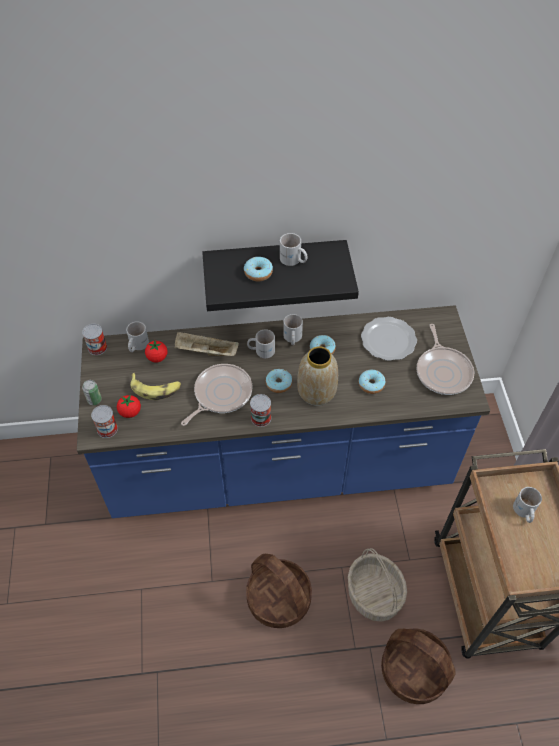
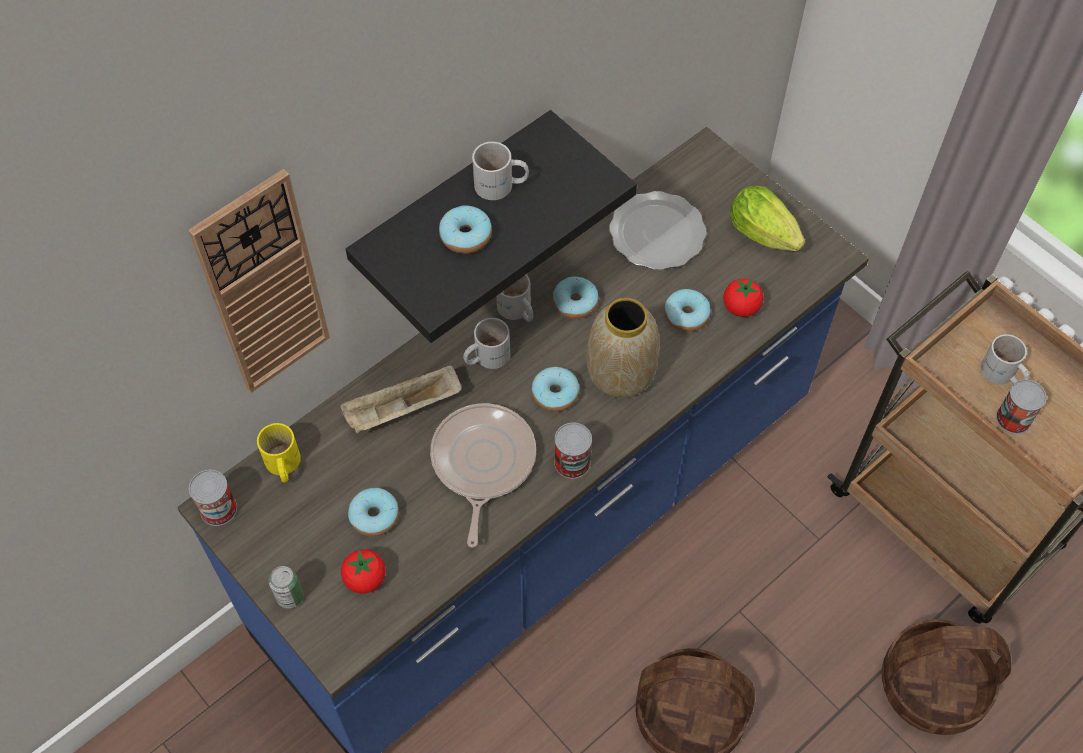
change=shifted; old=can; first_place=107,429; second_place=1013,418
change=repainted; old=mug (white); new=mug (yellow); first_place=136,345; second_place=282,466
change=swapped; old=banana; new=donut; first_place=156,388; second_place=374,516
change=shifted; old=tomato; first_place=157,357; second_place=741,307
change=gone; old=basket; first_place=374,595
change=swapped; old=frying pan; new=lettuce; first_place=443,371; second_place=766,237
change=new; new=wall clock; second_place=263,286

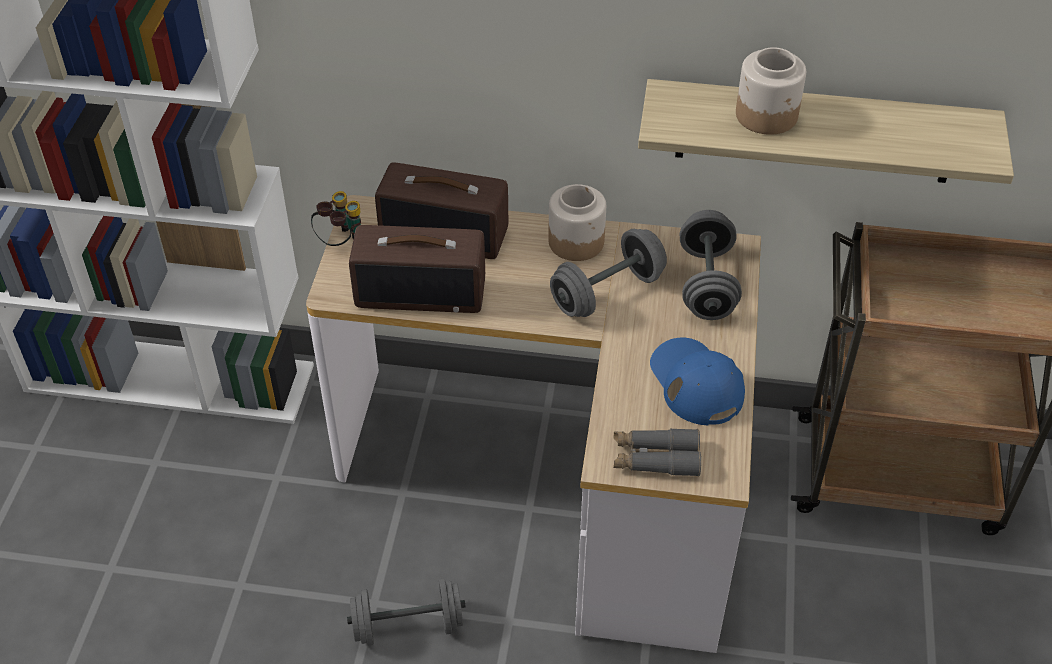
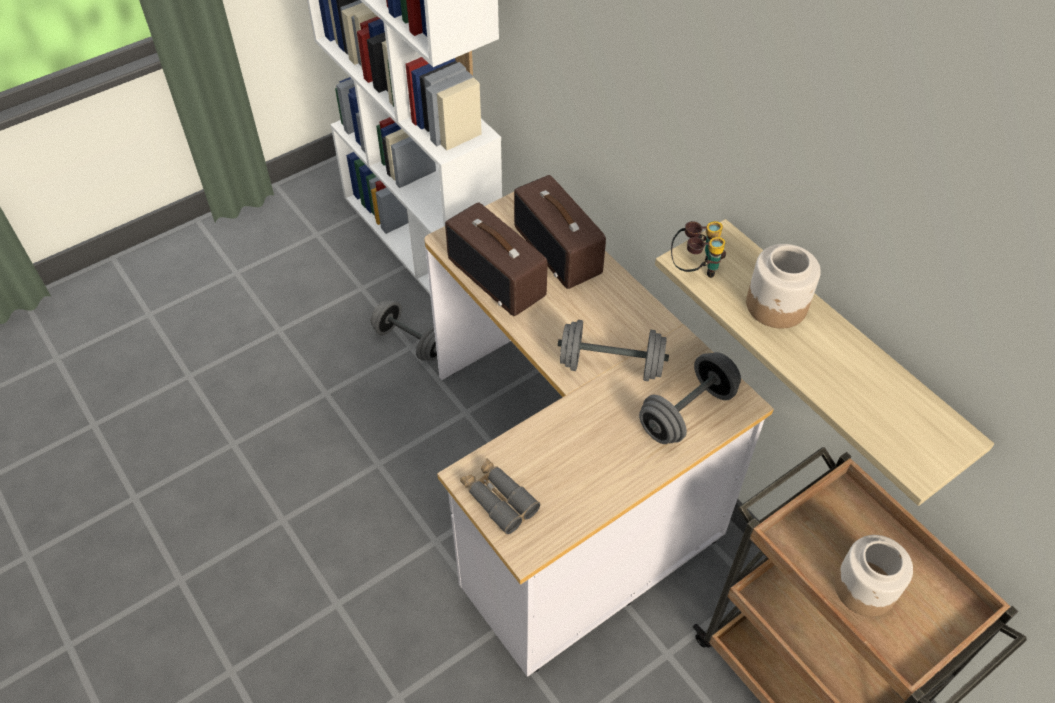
change=shifted; old=binoculars; first_place=340,241; second_place=695,268
change=shifted; old=dumbbell (grey); first_place=408,626; second_place=410,342
change=shifted; old=jar; first_place=576,241; second_place=865,588
change=gone; old=cap (blue); first_place=696,383

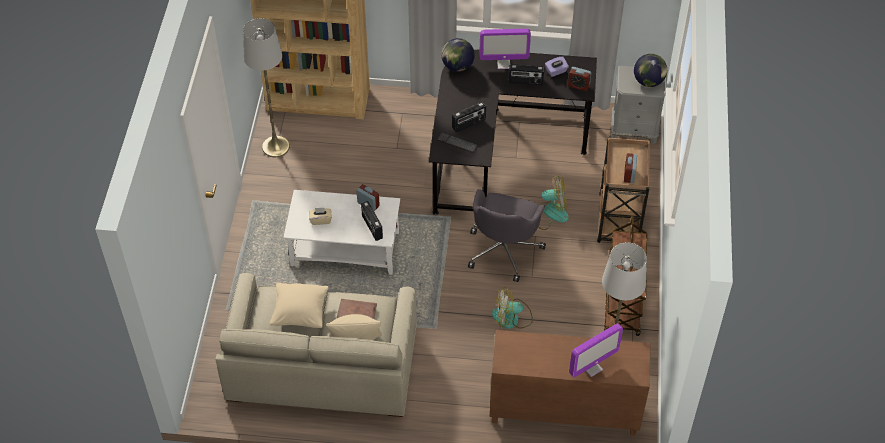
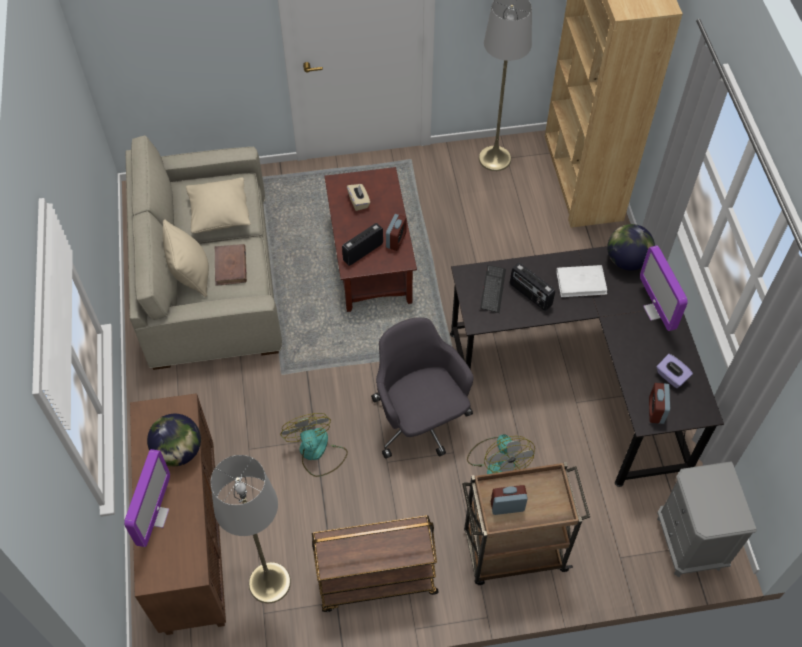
change=repainted; old=coffee table (white); new=coffee table (brown); first_place=344,249; second_place=370,257
change=rotated; old=office chair (grey); first_place=504,249; second_place=420,421; degrees=60
change=gone; old=radio; first_place=525,82
change=rotated; old=monitor; first_place=591,367; second_place=155,516; degrees=-120
change=shifted; old=globe; first_place=648,81; second_place=178,451
change=new; new=book (white); second_place=581,282

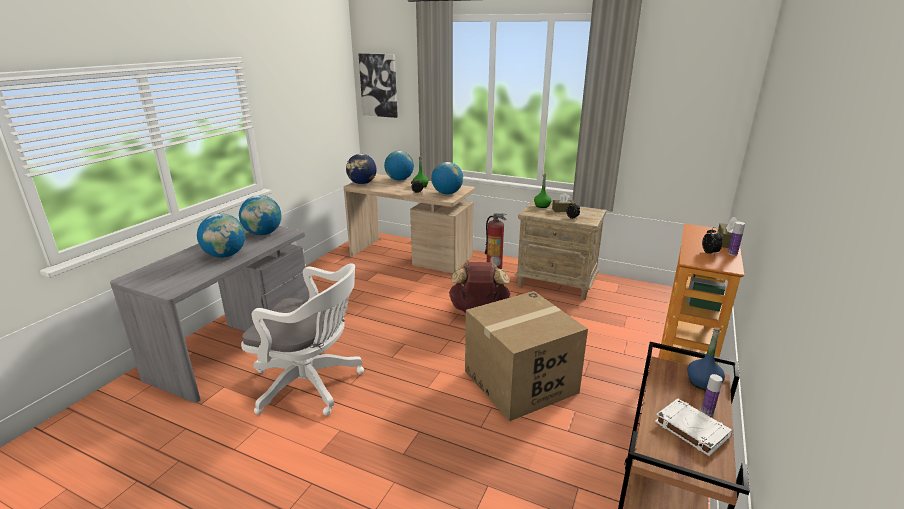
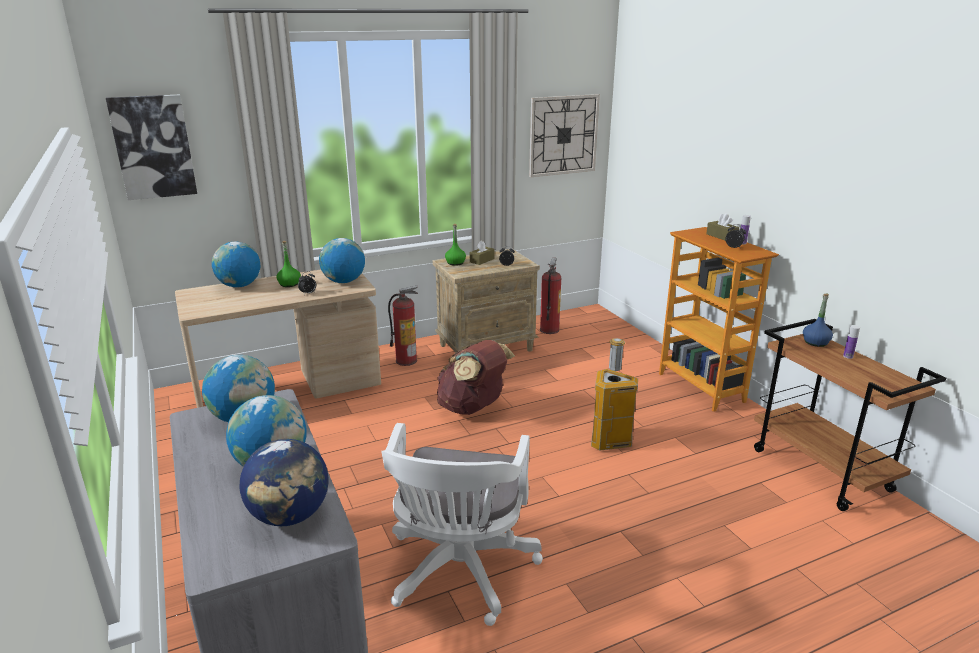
change=rotated; old=office chair (white); first_place=312,384; second_place=459,573; degrees=135
change=shifted; old=globe; first_place=362,183; second_place=290,516
change=swapped; old=cardboard box; new=trash can; first_place=520,382; second_place=610,442
change=gone; old=book (white); first_place=690,429
change=new; new=wall clock; second_place=563,135
change=new; new=fire extinguisher; second_place=549,329

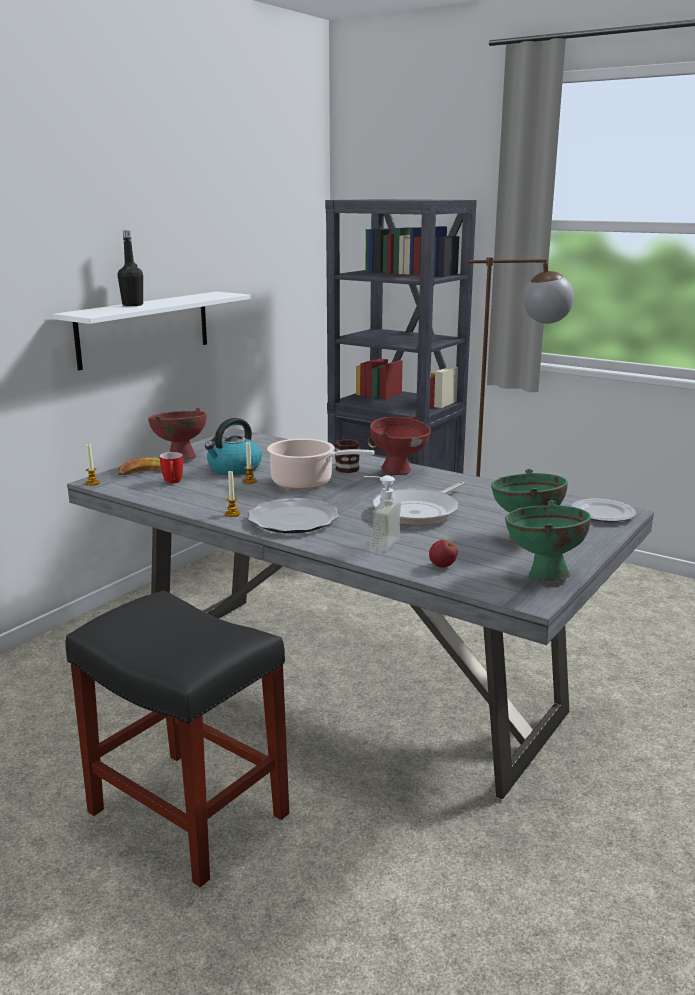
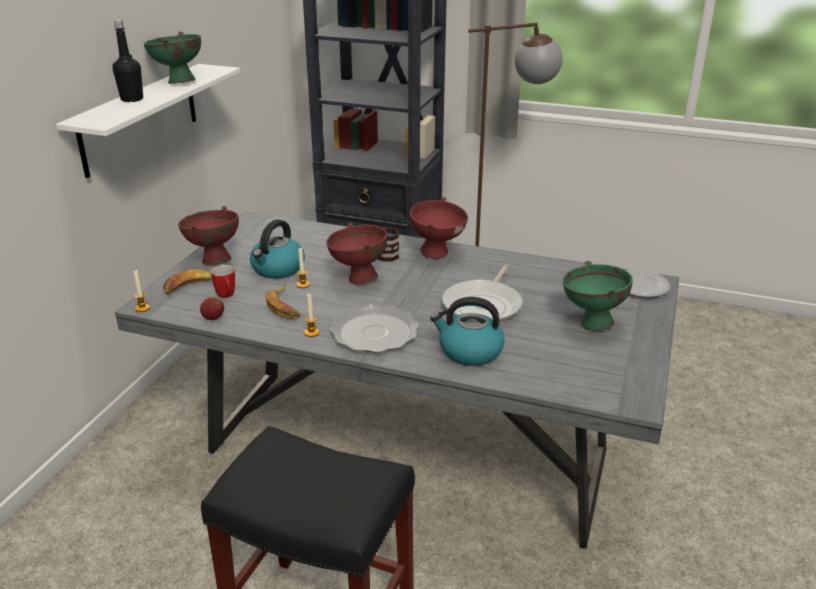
change=swapped; old=cooking pot; new=bowl (red); first_place=306,482; second_place=359,279
change=swapped; old=soap dispenser; new=kettle; first_place=378,542; second_place=469,351
change=shifted; old=apple; first_place=442,566; second_place=213,318
change=shifted; old=bowl (green); first_place=543,576; second_place=178,82
change=new; new=banana; second_place=284,306

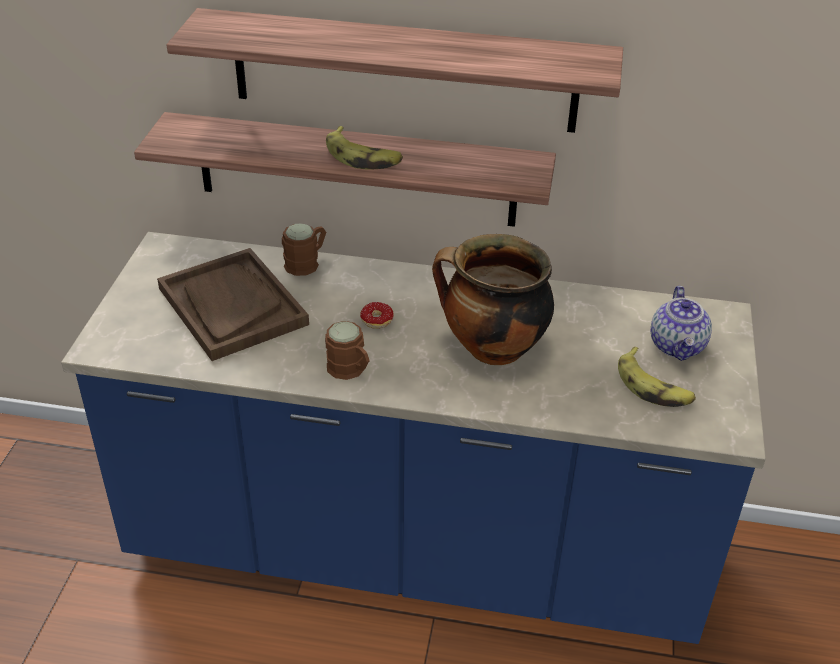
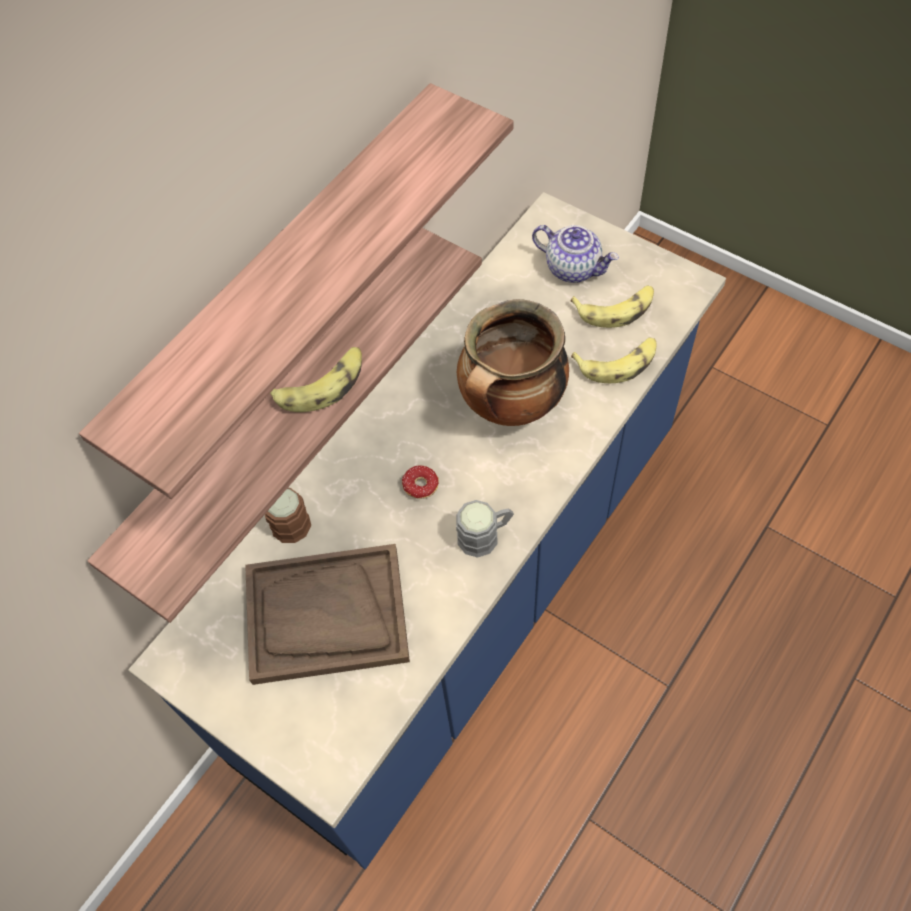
change=repainted; old=mug (brown); new=mug (grey); first_place=350,370; second_place=485,535
change=new; new=banana; second_place=618,363

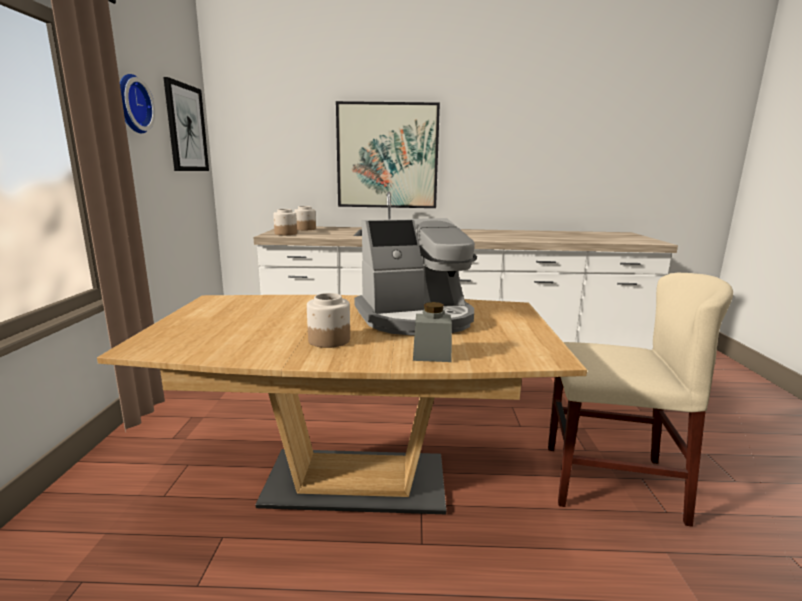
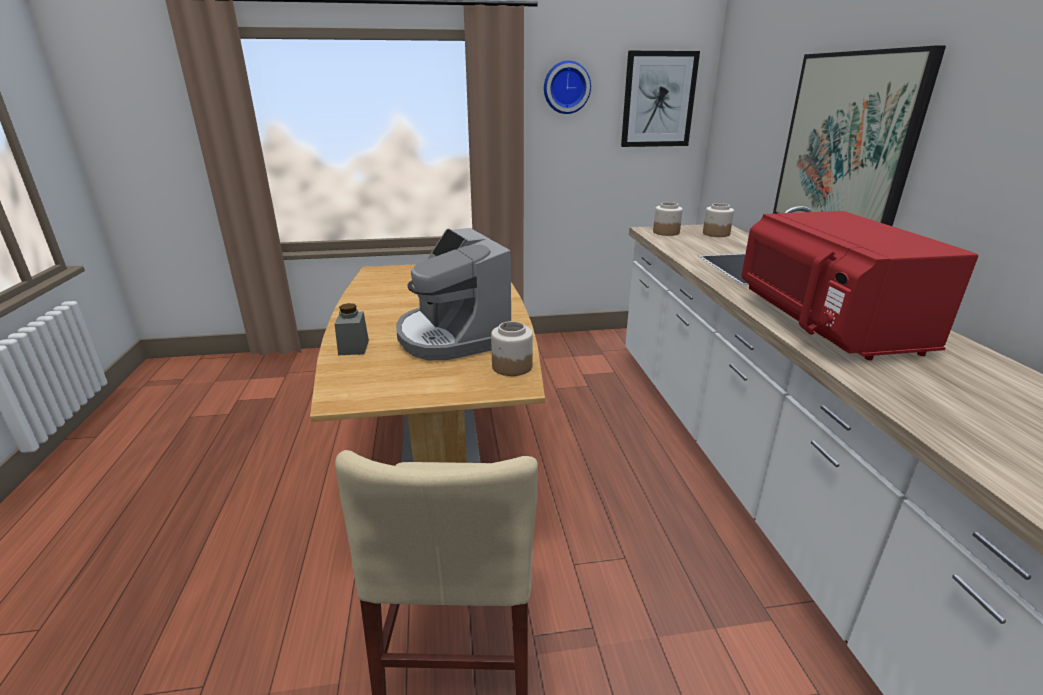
change=shifted; old=jar; first_place=328,340; second_place=511,366
change=new; new=microwave (red); second_place=826,325

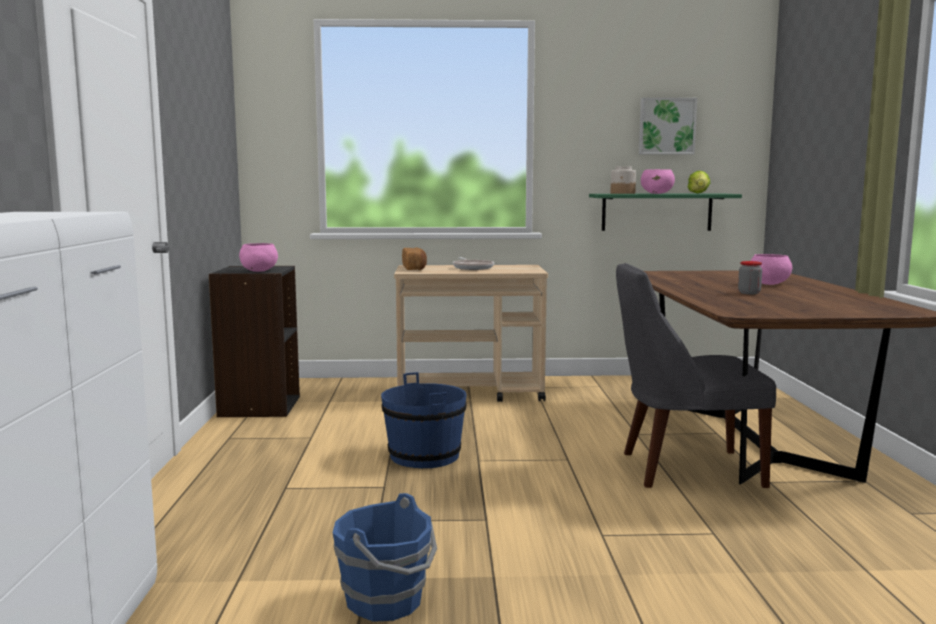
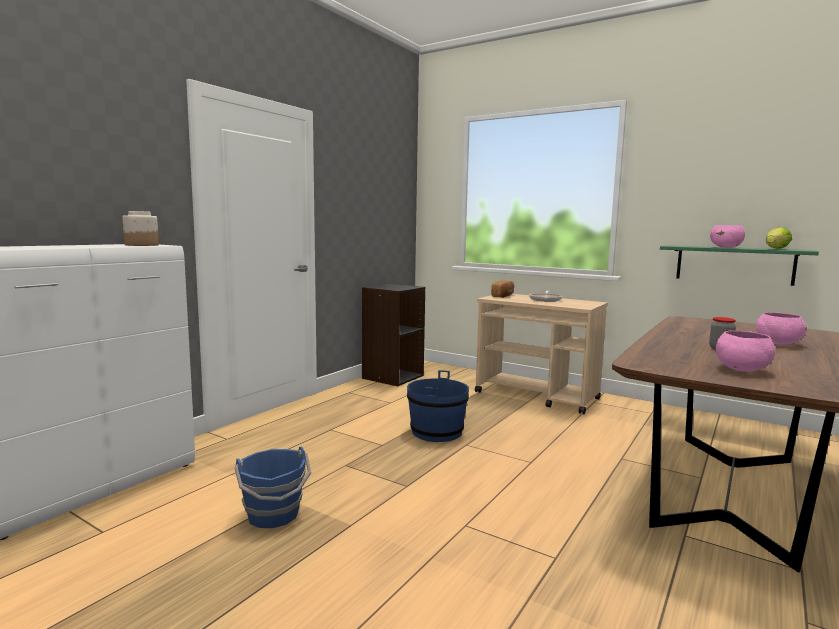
change=shifted; old=bowl (pink); first_place=258,271; second_place=741,369
change=shifted; old=jar; first_place=623,193; second_place=141,245
change=gone; old=chair (grey); first_place=684,469
change=gone; old=picture; first_place=666,126

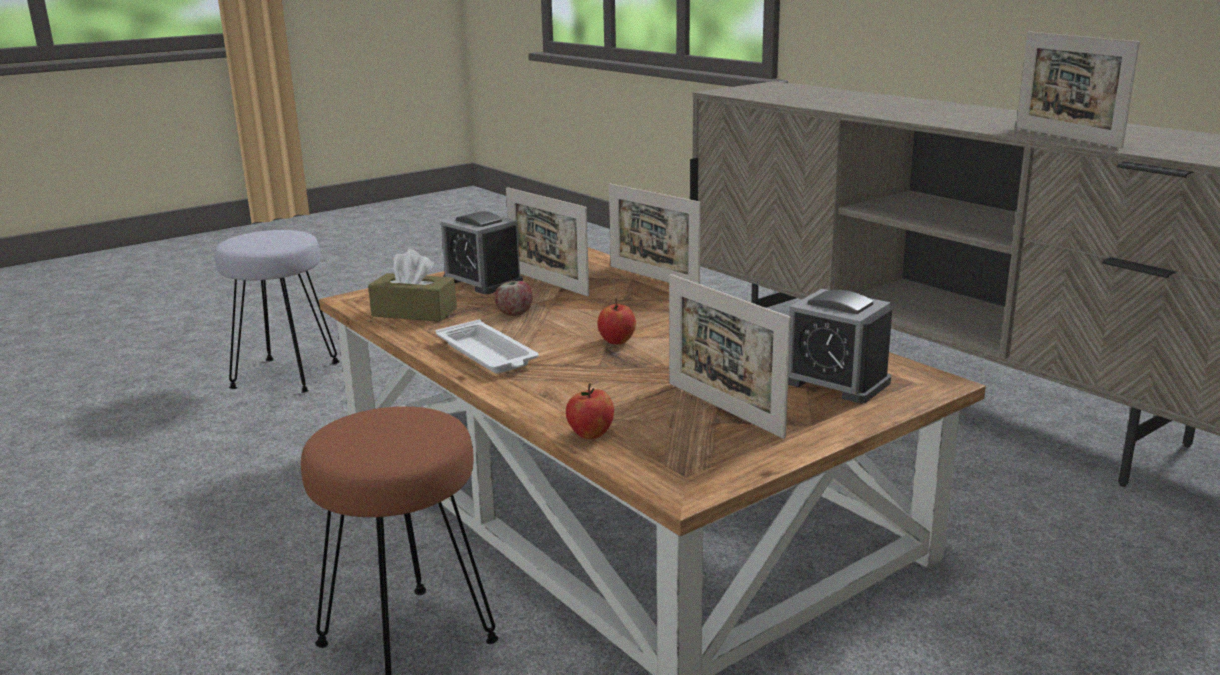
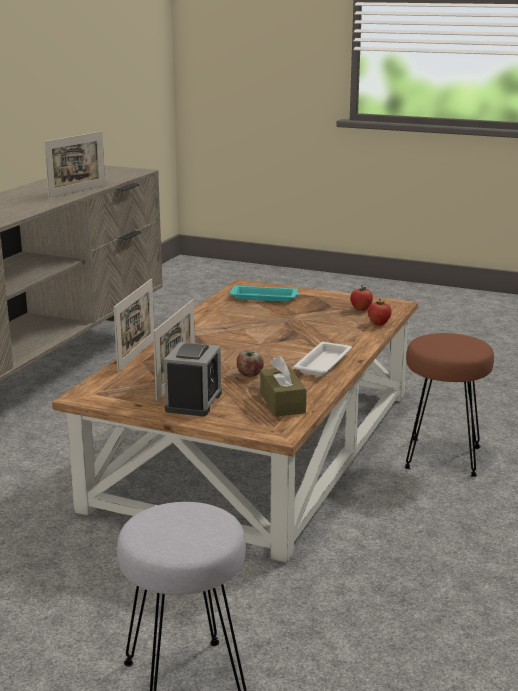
change=shifted; old=apple; first_place=617,341; second_place=361,309
change=gone; old=picture frame; first_place=724,409
change=swapped; old=alarm clock; new=tray (turquoise); first_place=835,382; second_place=265,297

